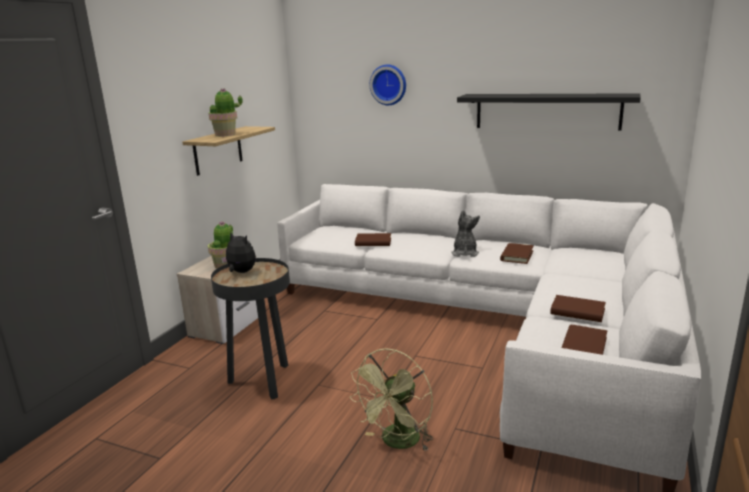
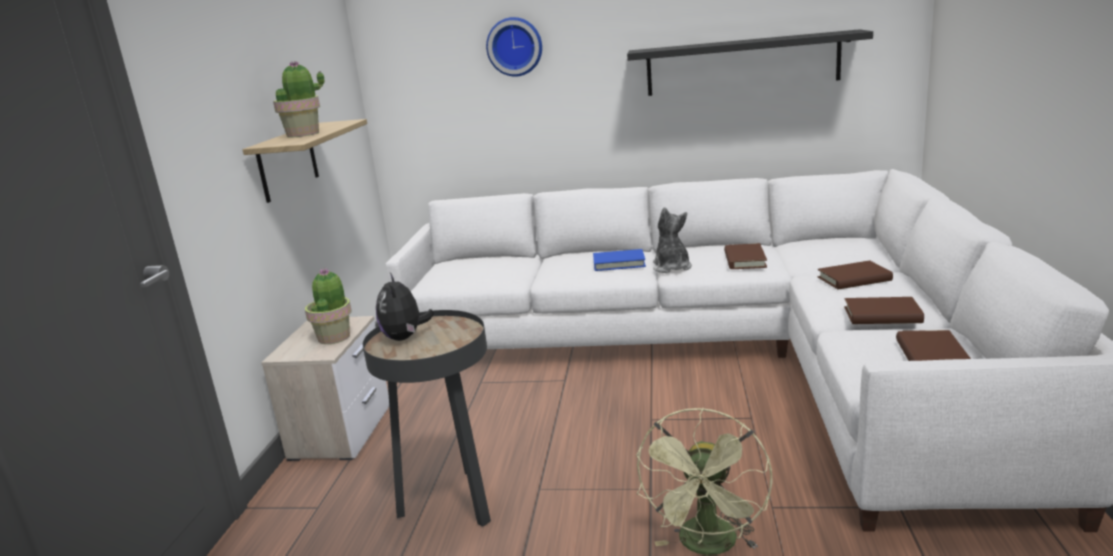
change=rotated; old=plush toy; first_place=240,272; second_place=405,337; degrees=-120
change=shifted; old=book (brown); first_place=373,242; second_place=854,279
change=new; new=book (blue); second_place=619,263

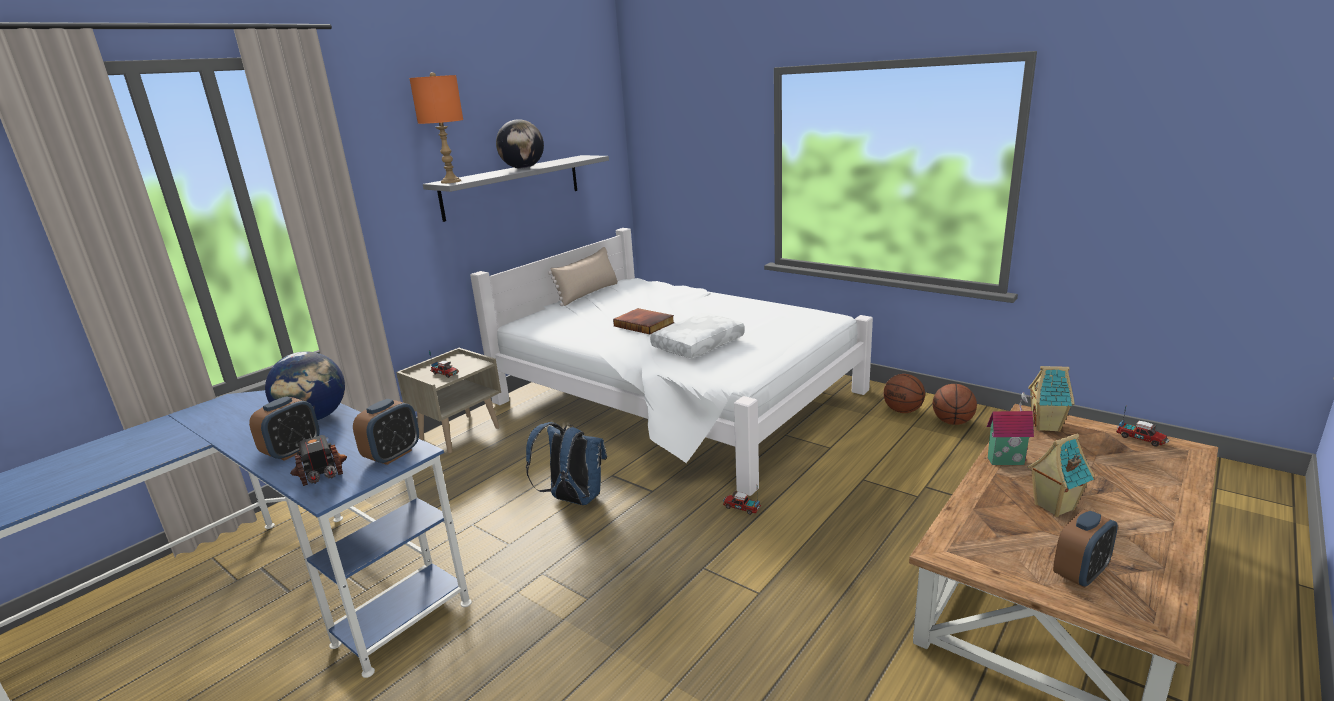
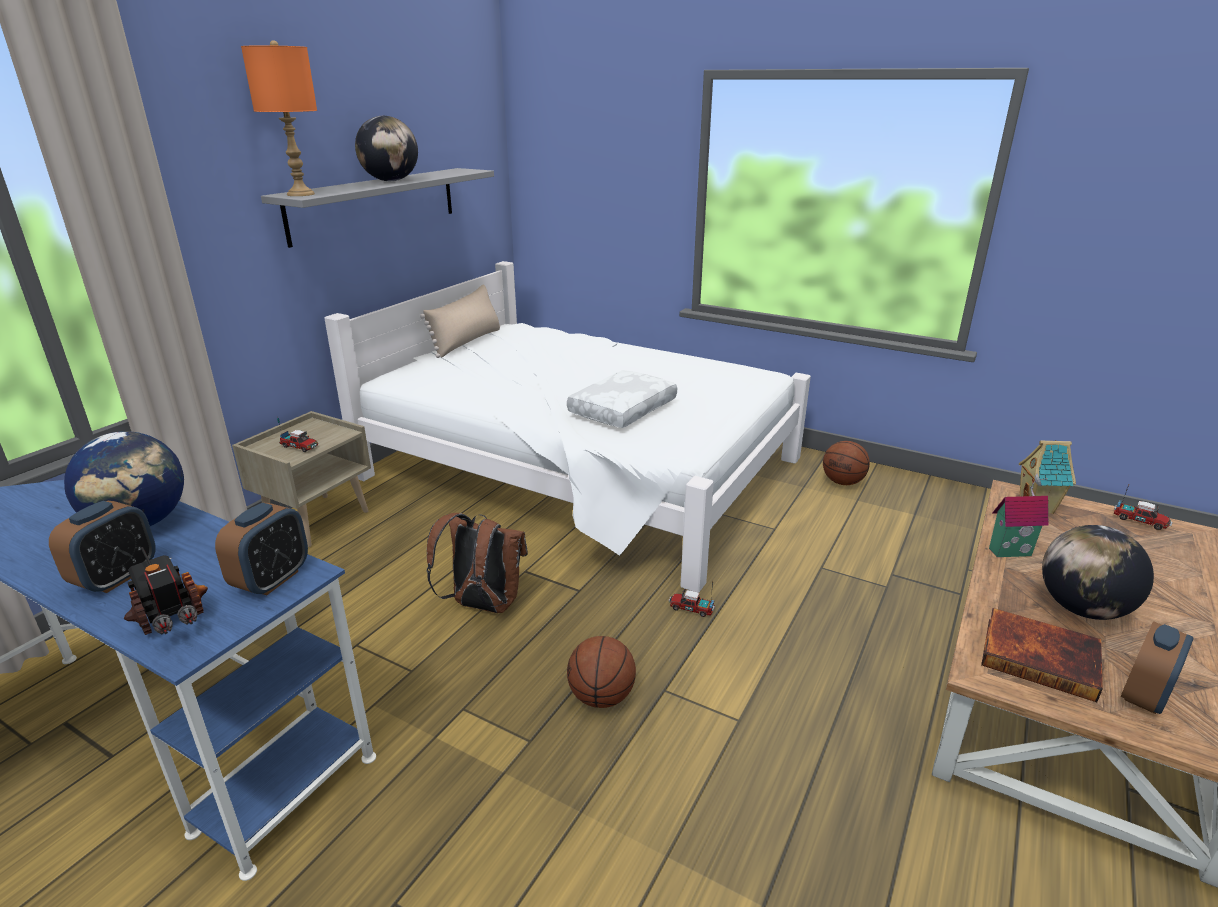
change=repainted; old=backpack (blue); new=backpack (brown); first_place=573,499; second_place=482,605
change=shifted; old=book; first_place=645,324; second_place=1040,657
change=shifted; old=basketball; first_place=952,422; second_place=601,697
change=swapped; old=toy house; new=globe; first_place=1053,507; second_place=1082,609

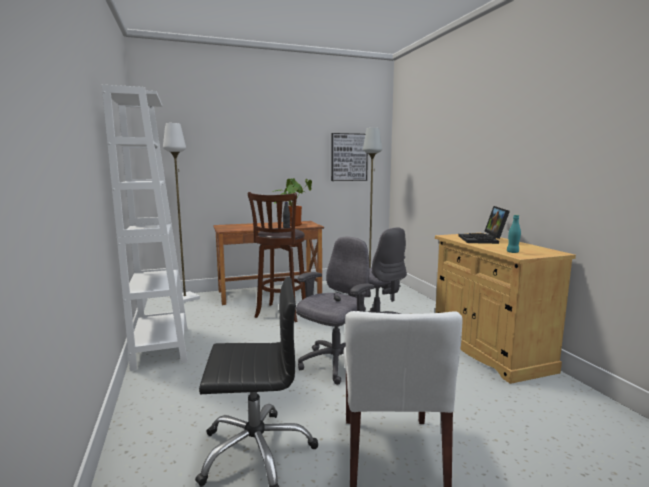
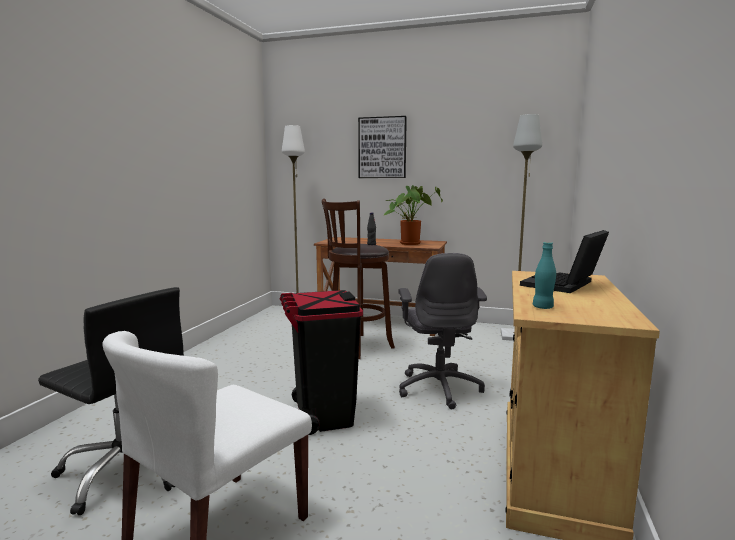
change=gone; old=bookcase (white); first_place=161,347
change=swapped; old=office chair (grey); new=trash can (black); first_place=335,364; second_place=323,415
change=shifted; old=picture; first_place=349,157; second_place=382,148

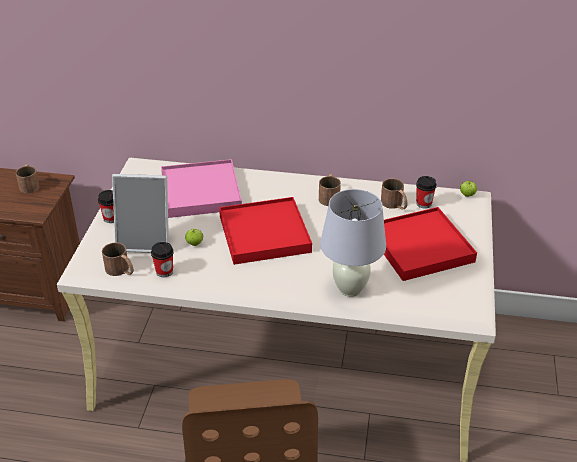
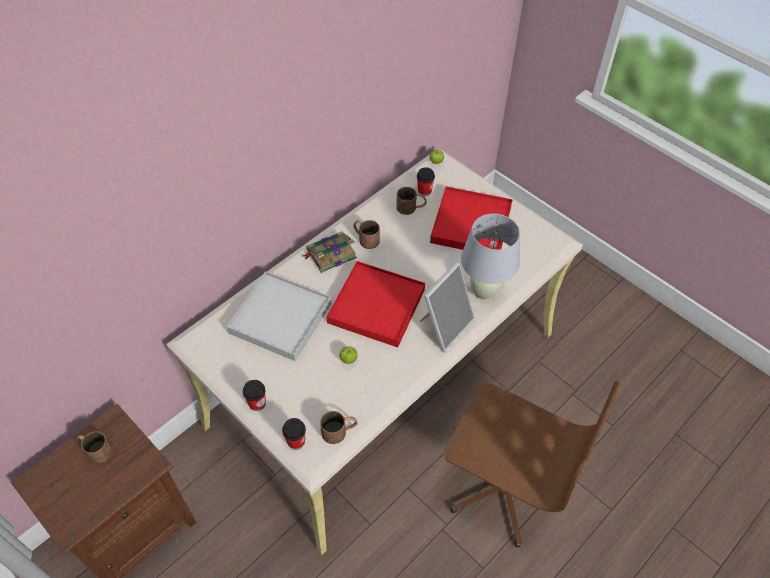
change=shifted; old=picture frame; first_place=146,241; second_place=445,326
change=shifted; old=cup; first_place=164,271; second_place=296,441
change=repainted; old=tray (pink); new=tray (white); first_place=201,192; second_place=280,318
change=new; new=book; second_place=330,254

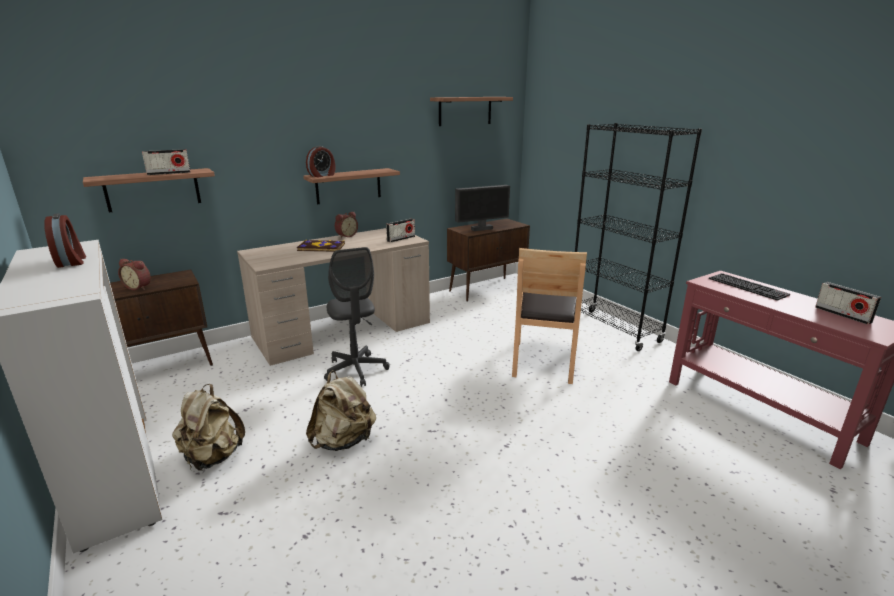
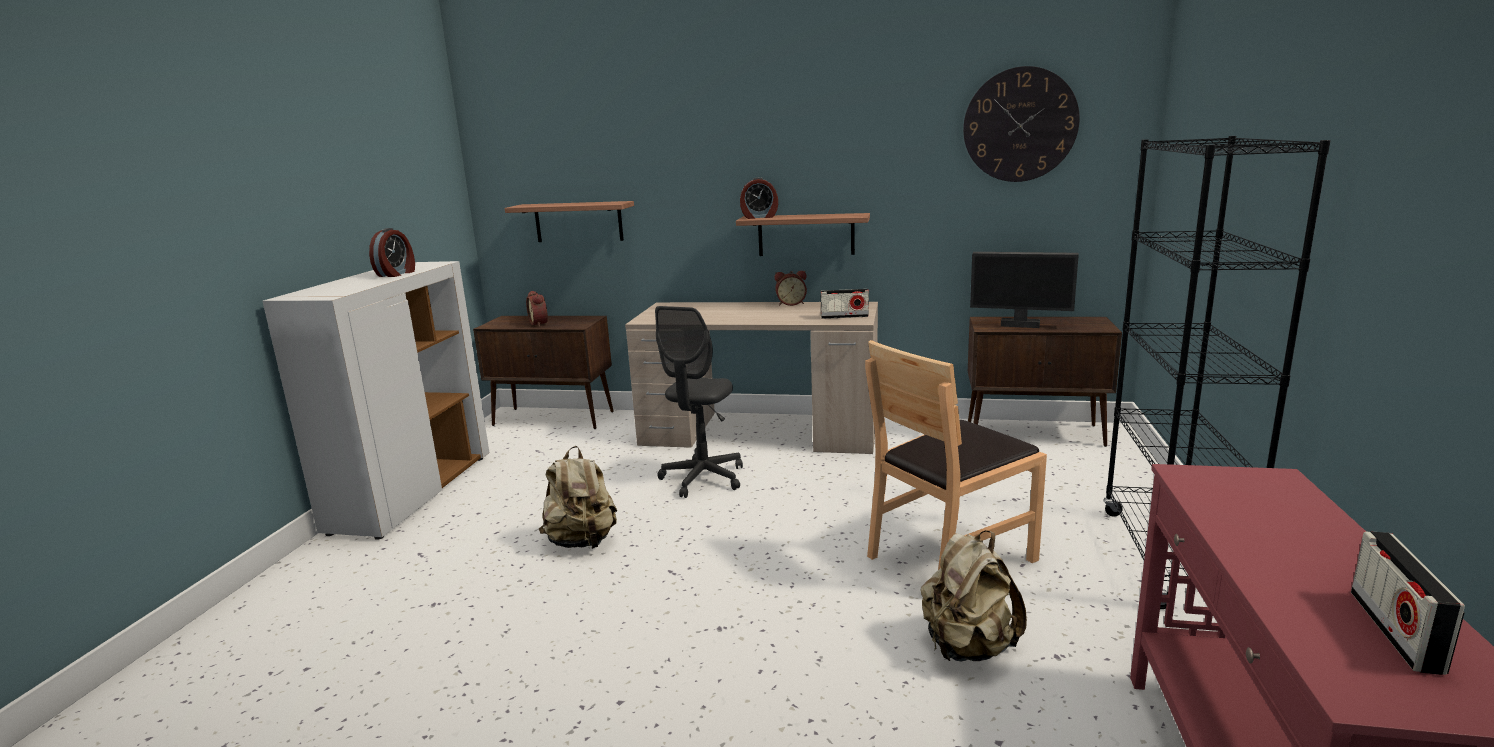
change=gone; old=radio; first_place=169,173
change=shifted; old=backpack (beige); first_place=212,457; second_place=967,647
change=gone; old=book; first_place=321,247
change=swapped; old=shelf; new=wall clock; first_place=465,111; second_place=1020,125
change=gone; old=keyboard; first_place=748,287

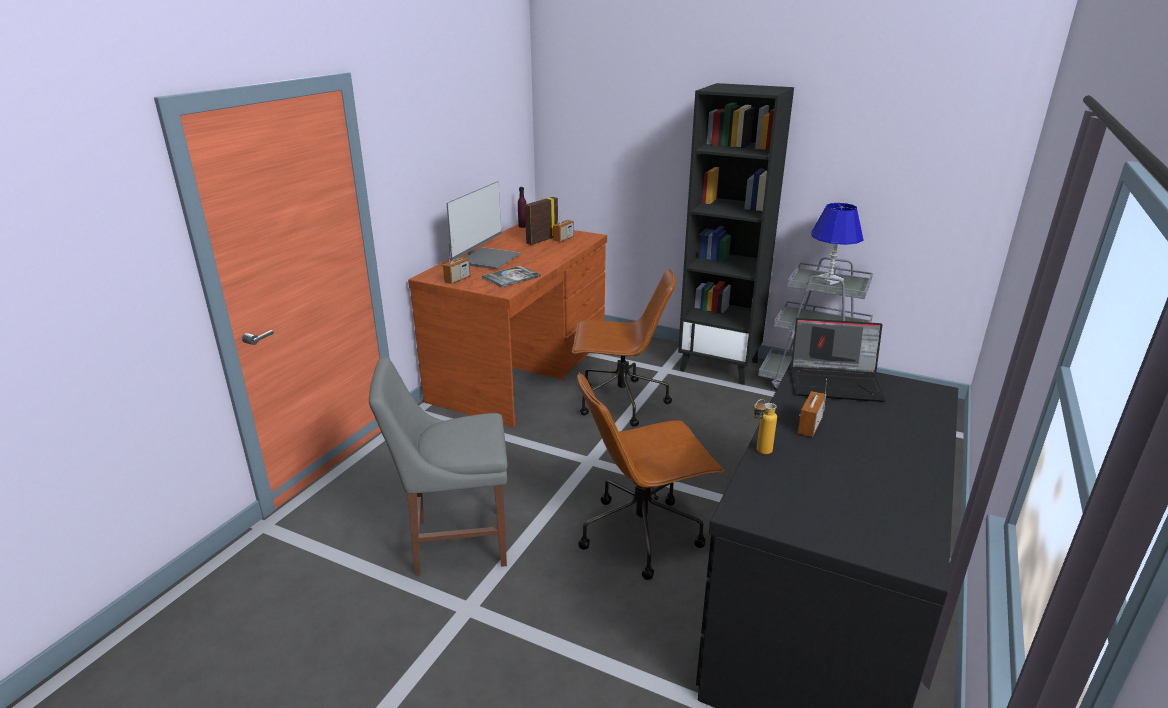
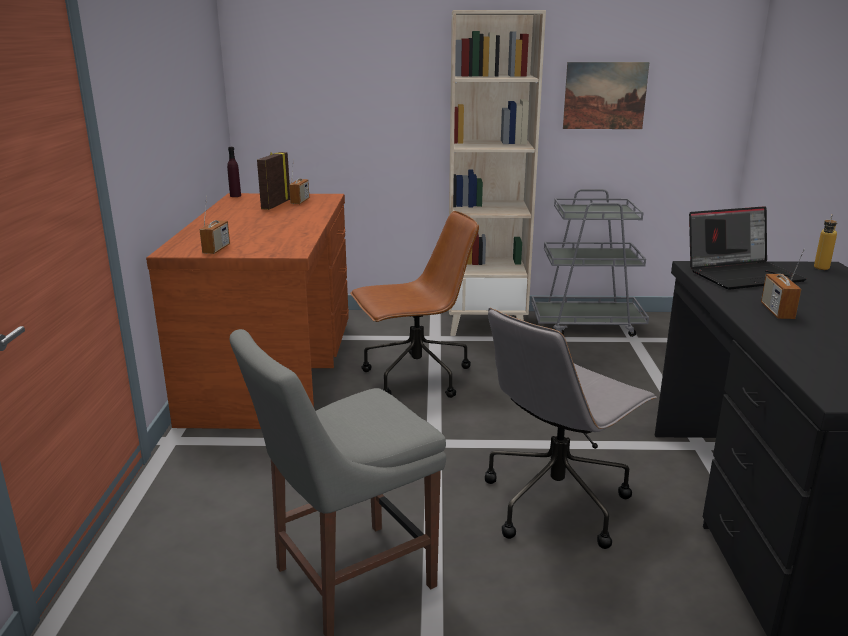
change=gone; old=monitor; first_place=487,259
change=gone; old=book; first_place=511,277
change=repainted; old=office chair (brown); new=office chair (grey); first_place=642,533; second_place=556,501
change=repainted; old=bookcase (black); new=bookcase (beige); first_place=720,366; second_place=486,324
change=shifted; old=bottle; first_place=759,452; second_place=820,269
change=gone; old=table lamp (blue); first_place=829,280
change=new; new=picture; second_place=605,96

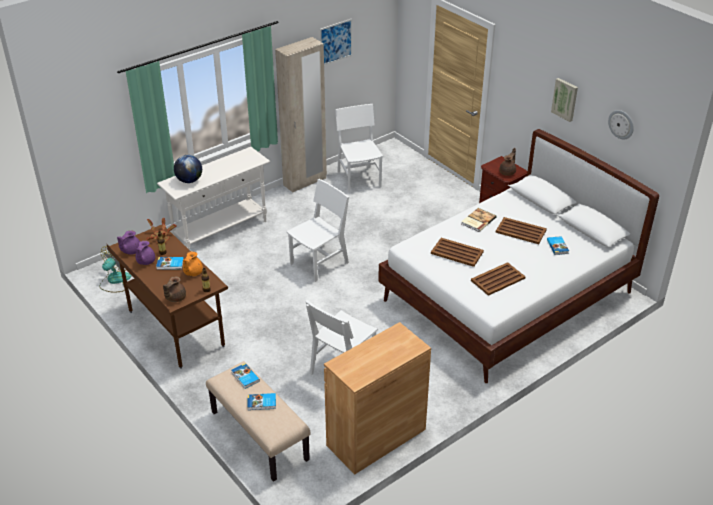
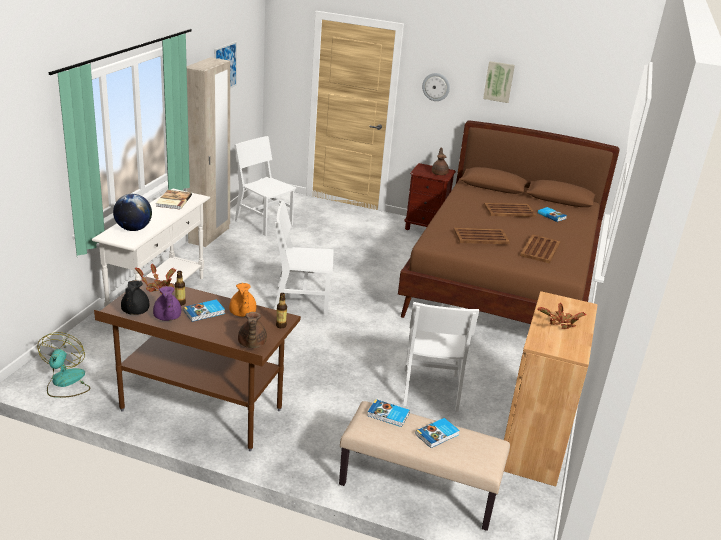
change=repainted; old=teapot (purple); new=teapot (black); first_place=131,251; second_place=134,311
change=rotated; old=chair (white); first_place=319,263; second_place=301,301; degrees=-105
change=repainted; old=bed (white); new=bed (brown); first_place=508,296; second_place=503,284
change=shifted; old=book; first_place=477,221; second_place=173,201
change=shifted; old=wall clock; first_place=621,124; second_place=436,87
change=new; new=potted plant; second_place=561,323

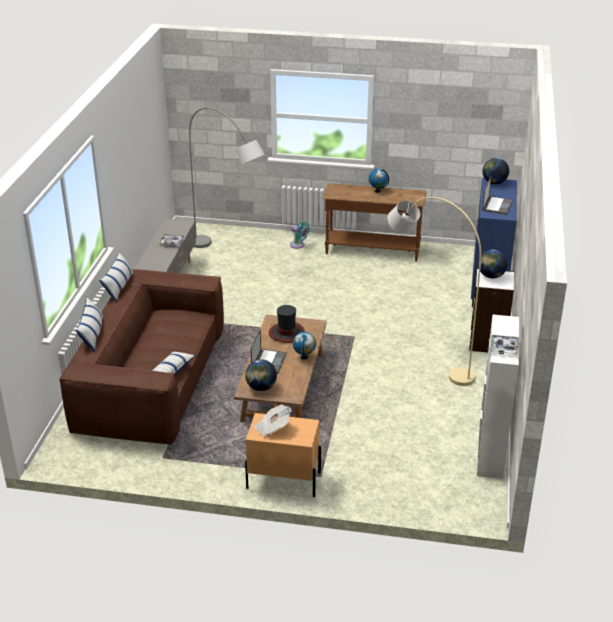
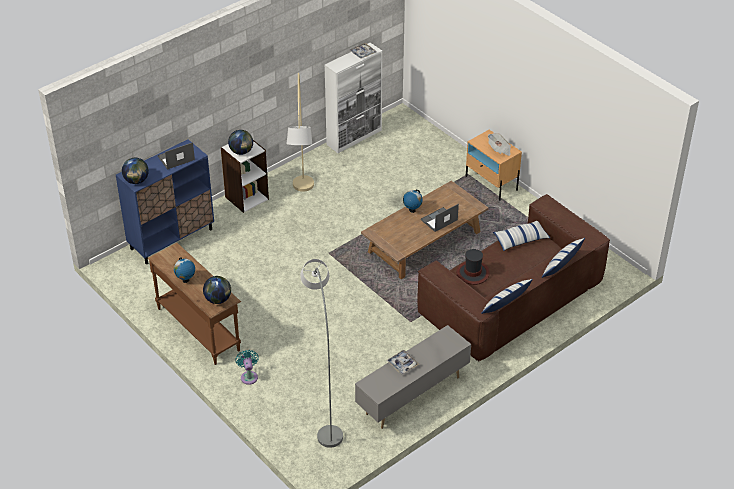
change=shifted; old=globe; first_place=261,387; second_place=218,299
change=shifted; old=hat; first_place=286,333; second_place=472,273

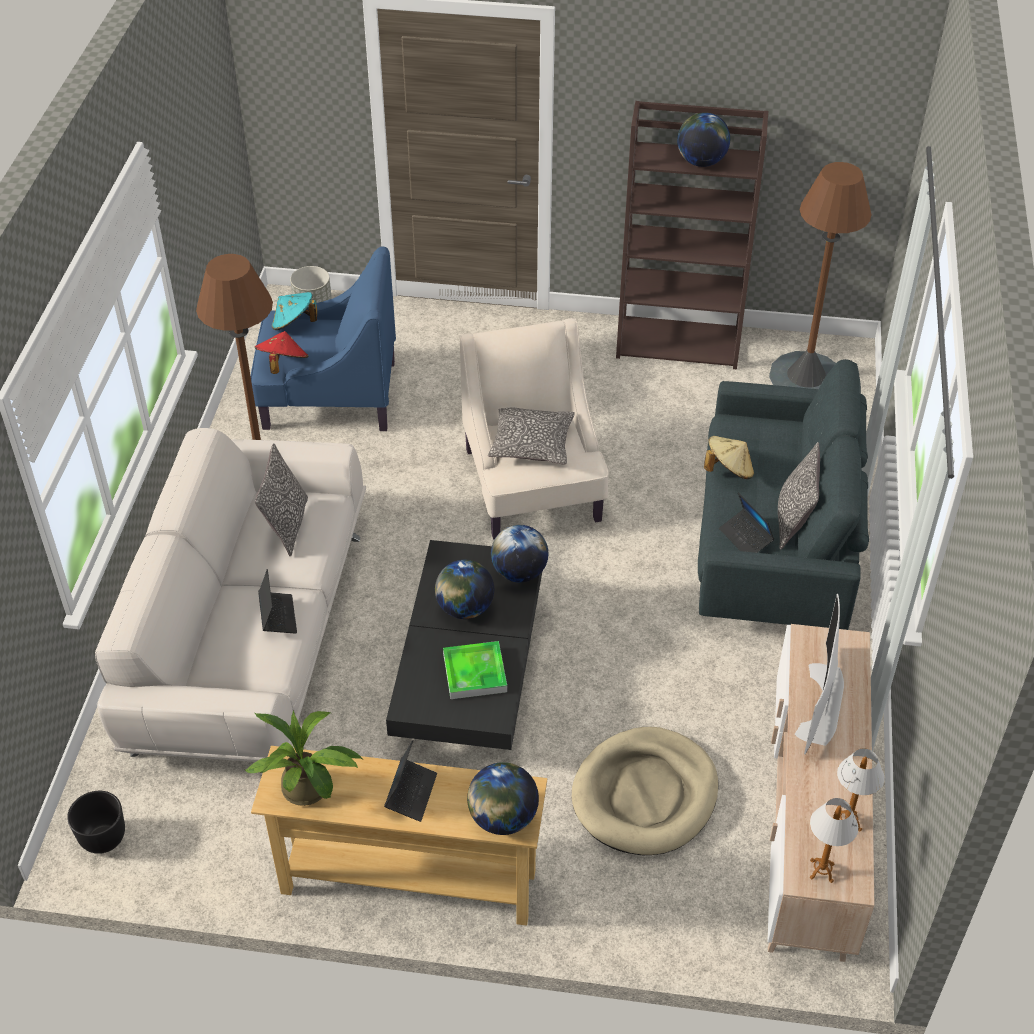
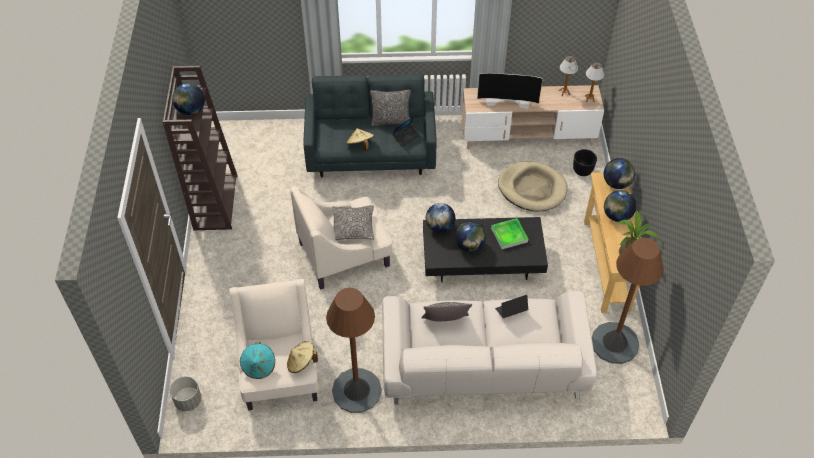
change=shifted; old=planter (black); first_place=102,838; second_place=582,171
change=repainted; old=armchair (blue); new=armchair (beige); first_place=328,395; second_place=280,371
change=repainted; old=hat (red); new=hat (beige); first_place=283,364; second_place=301,363
change=swapped; old=laptop; new=globe; first_place=411,793; second_place=617,216
change=shifted; old=floor lamp (brown); first_place=806,377; second_place=614,343

